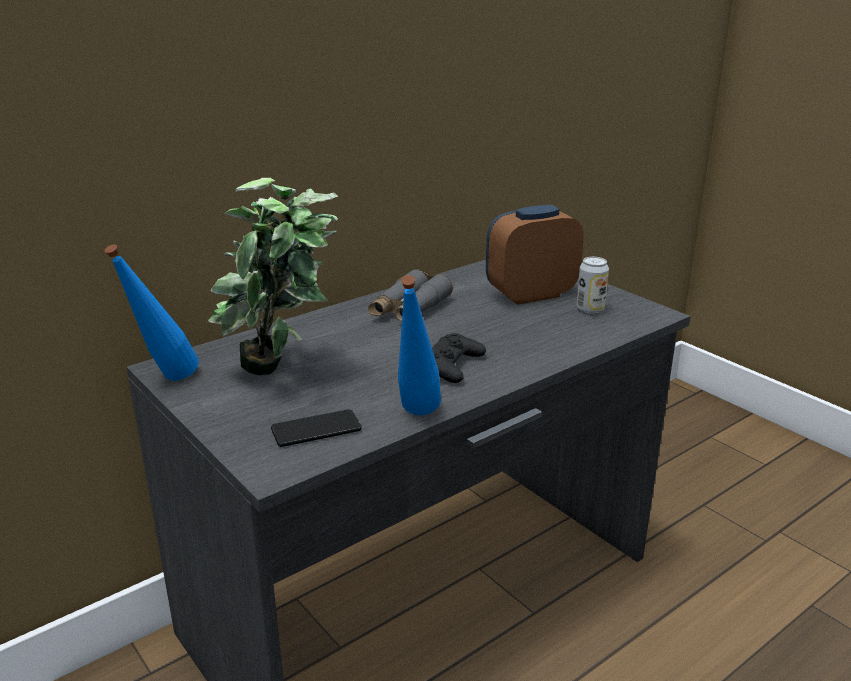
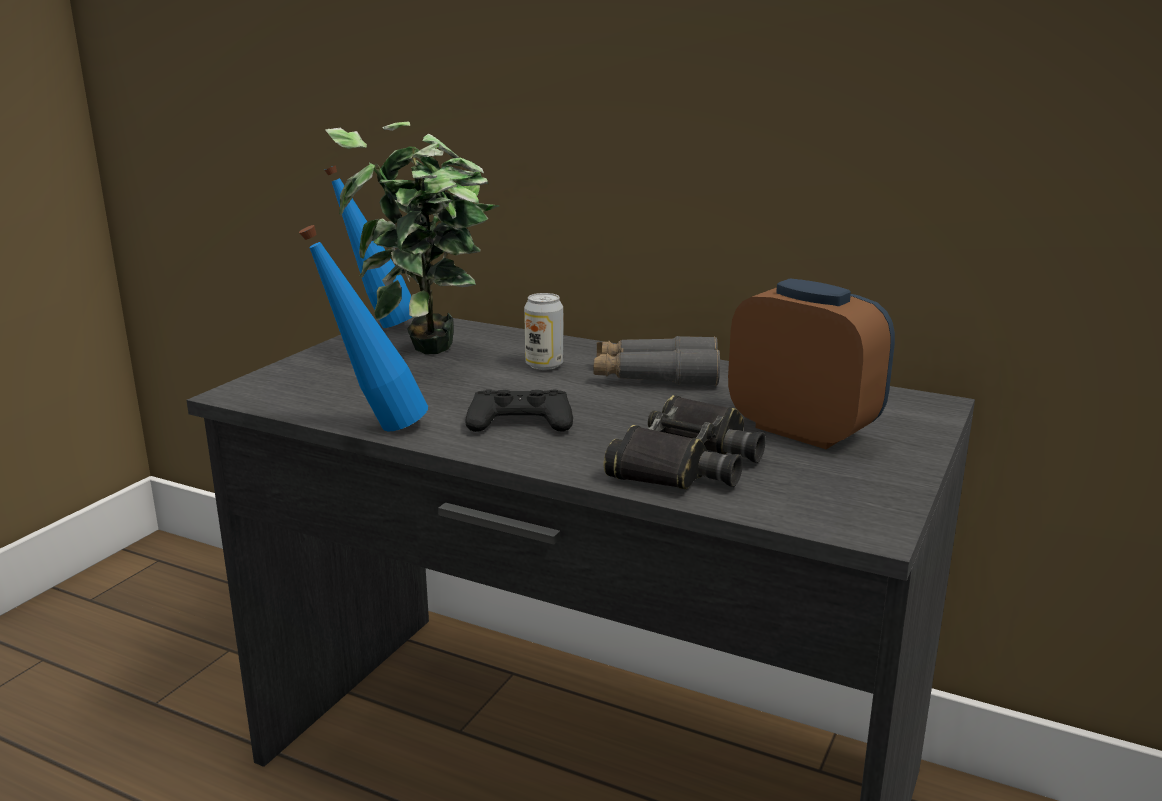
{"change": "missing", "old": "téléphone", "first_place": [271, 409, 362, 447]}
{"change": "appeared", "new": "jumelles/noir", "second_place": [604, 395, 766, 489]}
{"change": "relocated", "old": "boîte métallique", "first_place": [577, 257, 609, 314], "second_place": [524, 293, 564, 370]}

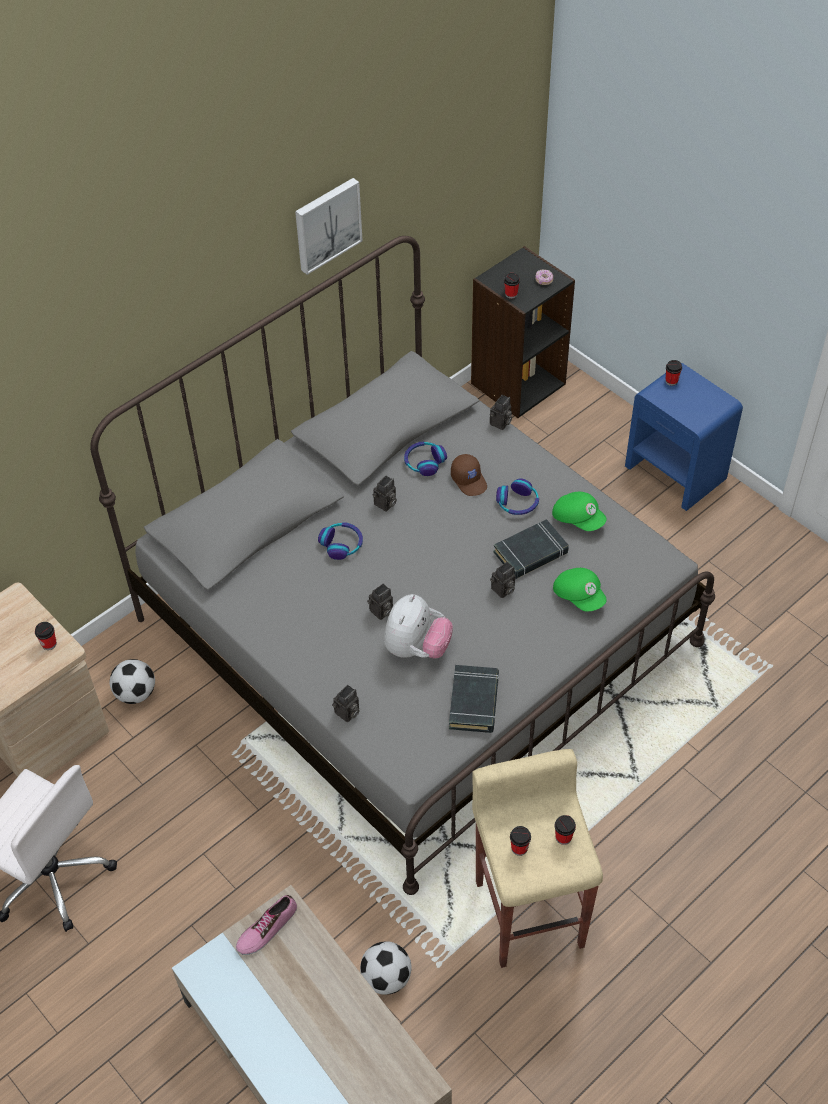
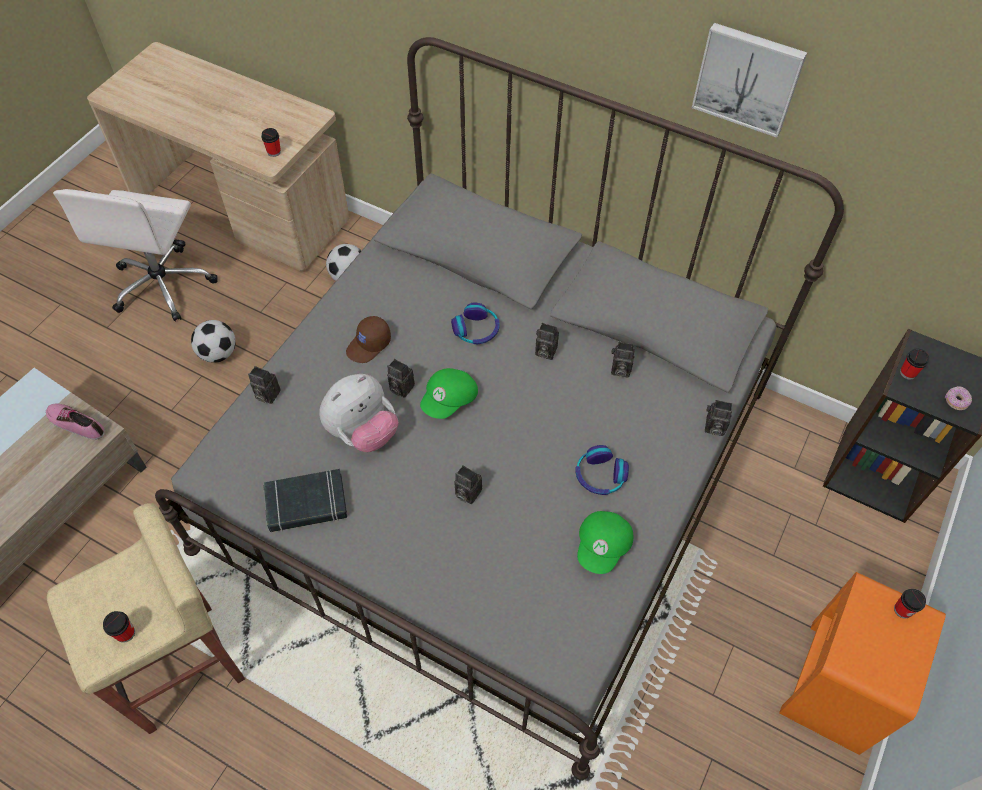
{"change": "missing", "old": "livre/noir", "first_place": [494, 519, 569, 579]}
{"change": "missing", "old": "tasse", "first_place": [510, 826, 531, 856]}
{"change": "relocated", "old": "ballon de foot", "first_place": [360, 941, 412, 995], "second_place": [191, 320, 236, 363]}
{"change": "relocated", "old": "casquette/marron", "first_place": [451, 454, 487, 496], "second_place": [346, 316, 391, 363]}
{"change": "relocated", "old": "casquette/vert", "first_place": [553, 568, 607, 611], "second_place": [420, 368, 478, 419]}
{"change": "exchanged", "old": "casque audio", "new": "appareil photo", "first_place": [404, 442, 447, 476], "second_place": [611, 342, 635, 378]}
{"change": "colour", "old": "table de chevet/bleu", "new": "table de chevet/orange", "first_place": [625, 363, 743, 511], "second_place": [779, 572, 946, 755]}
{"change": "spun", "old": "peluche", "first_place": [384, 594, 453, 659], "second_place": [319, 374, 398, 452], "degrees": -45}

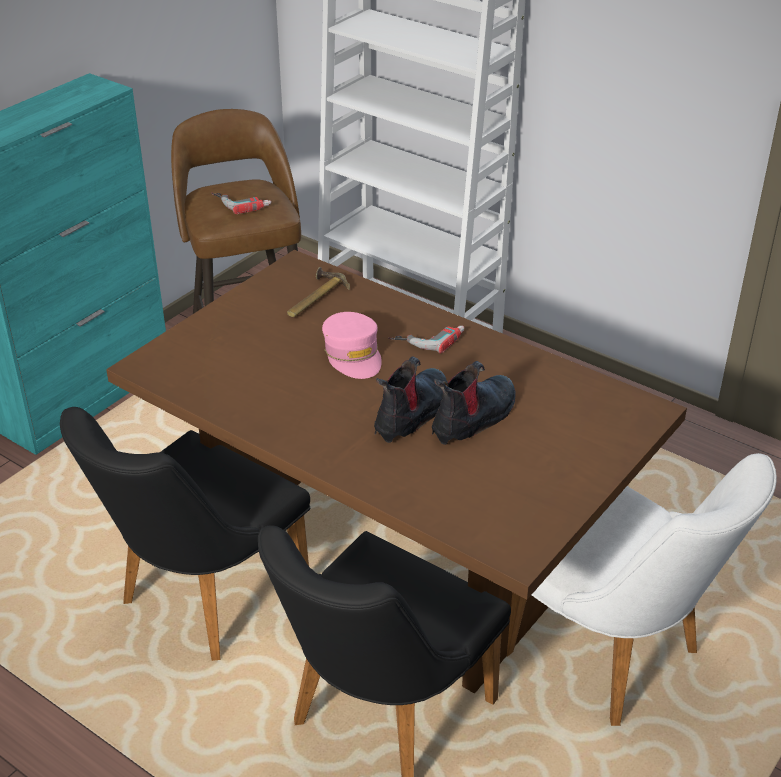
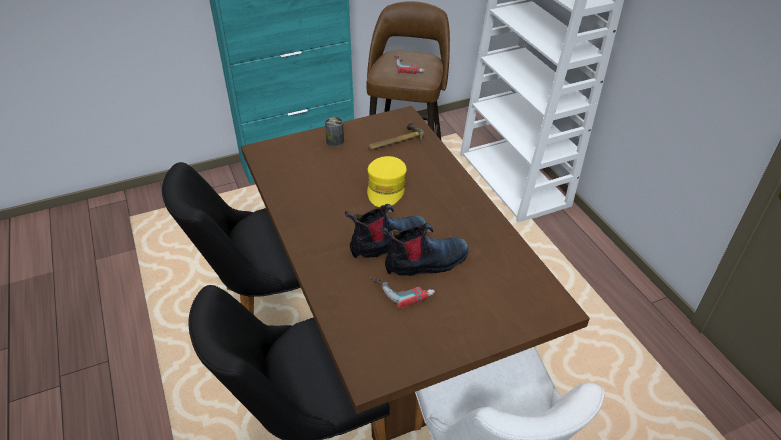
{"change": "appeared", "new": "boîte métallique", "second_place": [325, 117, 344, 147]}
{"change": "relocated", "old": "perceuse", "first_place": [388, 326, 464, 354], "second_place": [370, 277, 435, 309]}
{"change": "colour", "old": "casquette/rose", "new": "casquette/jaune", "first_place": [322, 312, 382, 379], "second_place": [367, 156, 407, 207]}

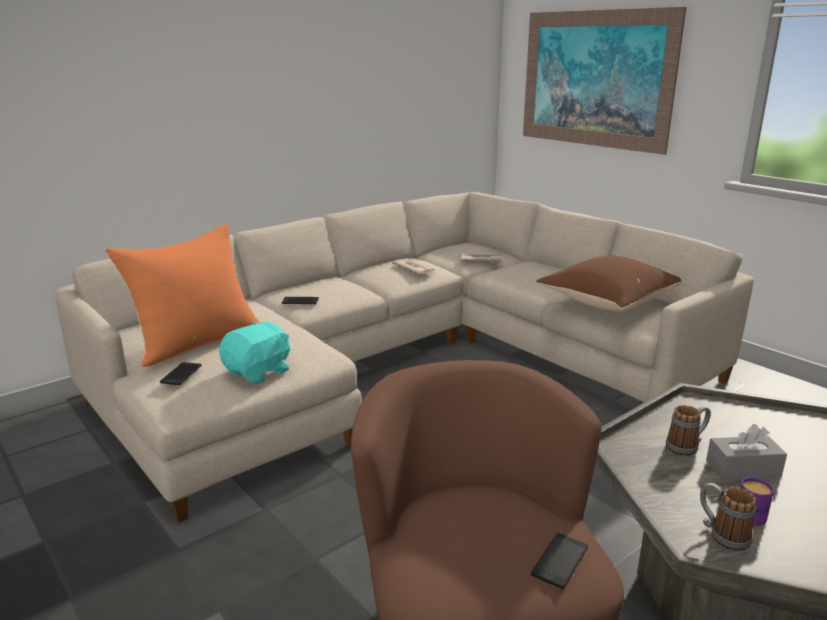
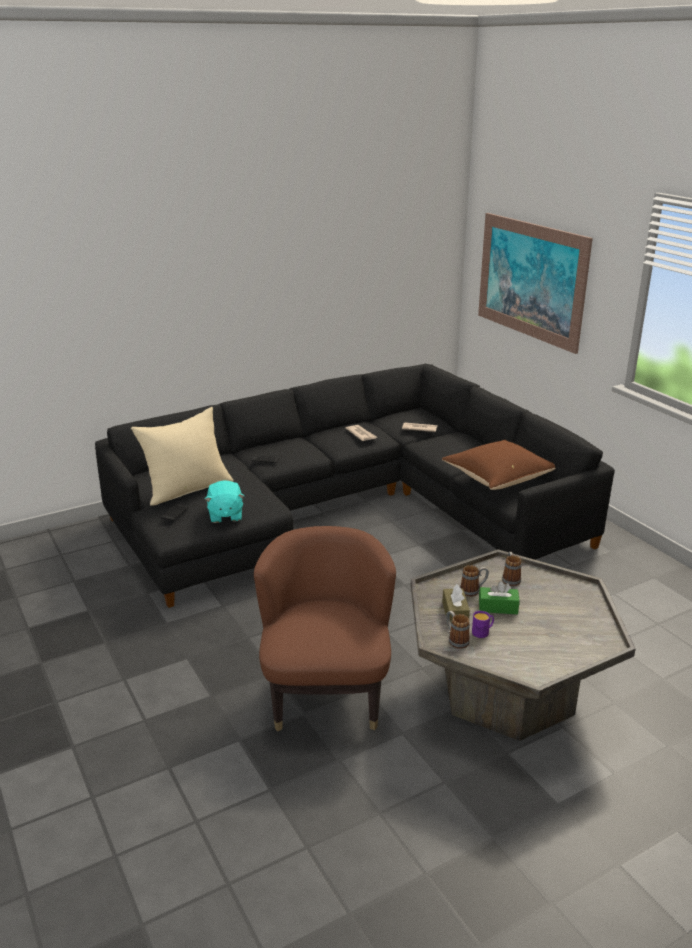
{"change": "missing", "old": "téléphone", "first_place": [531, 533, 588, 589]}
{"change": "appeared", "new": "boîte à mouchoirs/marron", "second_place": [442, 584, 470, 623]}
{"change": "appeared", "new": "mug", "second_place": [502, 552, 522, 586]}
{"change": "colour", "old": "canapé/beige", "new": "canapé/noir", "first_place": [55, 192, 754, 522], "second_place": [95, 364, 615, 608]}
{"change": "colour", "old": "coussin/orange", "new": "coussin/beige", "first_place": [105, 223, 260, 367], "second_place": [131, 407, 234, 506]}
{"change": "colour", "old": "boîte à mouchoirs/gris", "new": "boîte à mouchoirs/vert", "first_place": [706, 424, 787, 480], "second_place": [479, 581, 520, 615]}
{"change": "spun", "old": "peluche/turquoise", "first_place": [219, 321, 291, 384], "second_place": [205, 480, 245, 523], "degrees": 120}

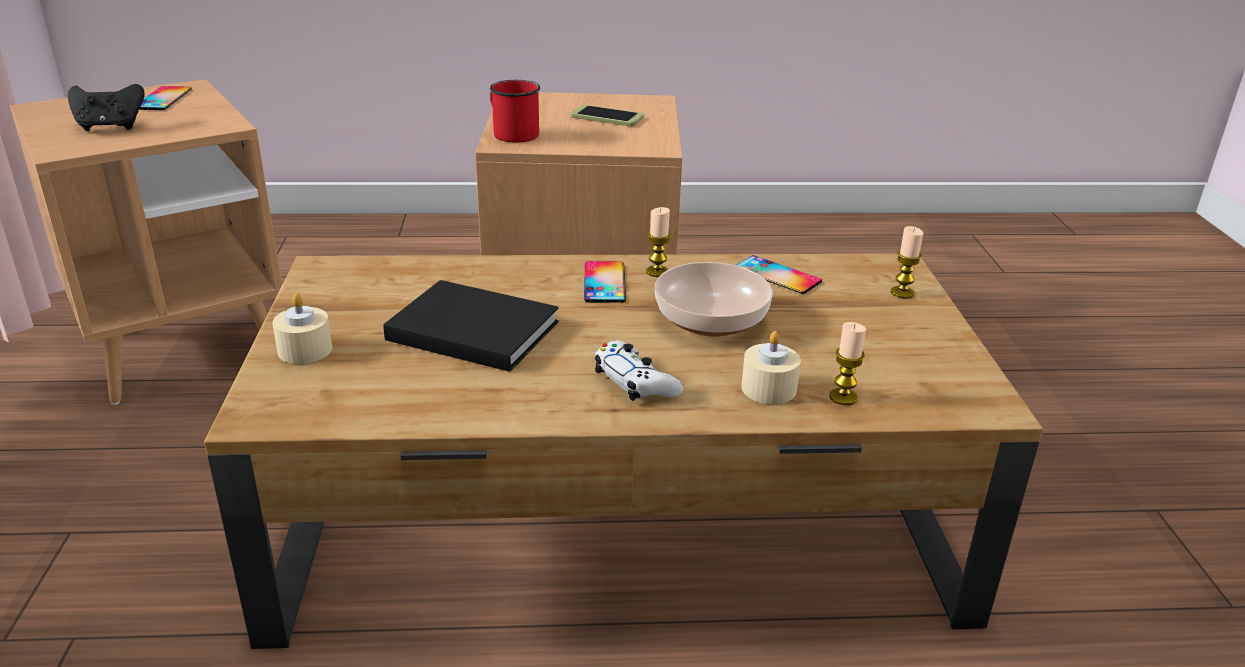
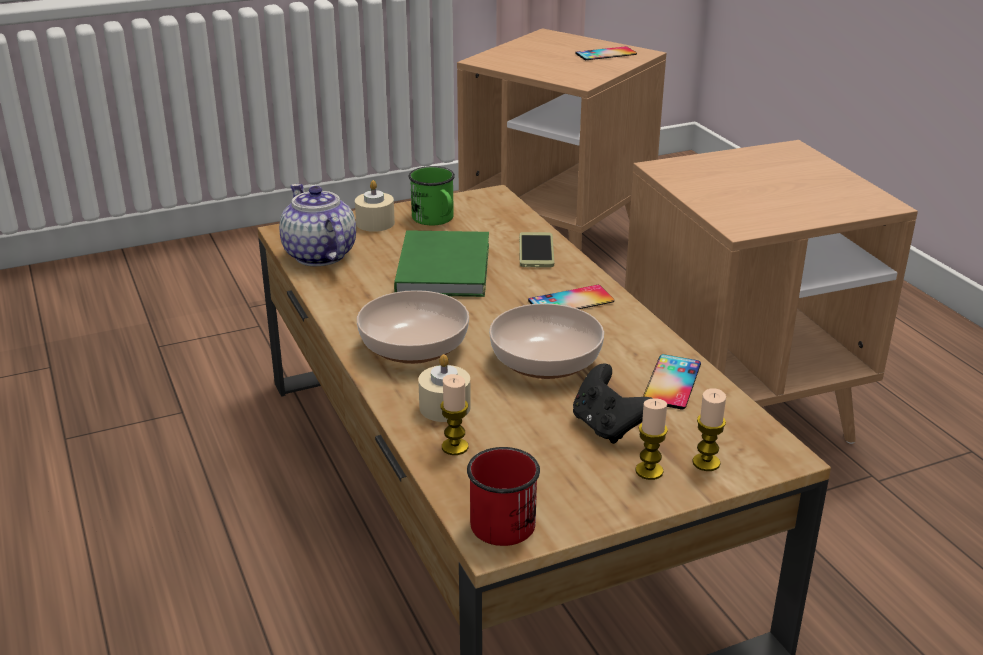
{"change": "appeared", "new": "théière", "second_place": [279, 184, 356, 266]}
{"change": "appeared", "new": "mug/vert", "second_place": [408, 166, 455, 225]}
{"change": "relocated", "old": "manette/noir", "first_place": [68, 84, 145, 131], "second_place": [573, 363, 653, 444]}
{"change": "relocated", "old": "mug/rouge", "first_place": [490, 80, 540, 143], "second_place": [467, 447, 540, 546]}
{"change": "relocated", "old": "téléphone", "first_place": [570, 105, 644, 126], "second_place": [519, 232, 554, 267]}
{"change": "relocated", "old": "bougie", "first_place": [646, 207, 671, 277], "second_place": [635, 398, 668, 480]}
{"change": "exchanged", "old": "manette/blanc", "new": "bol", "first_place": [595, 341, 683, 401], "second_place": [357, 290, 469, 364]}
{"change": "colour", "old": "livre/noir", "new": "livre/vert", "first_place": [383, 280, 559, 372], "second_place": [394, 230, 489, 297]}

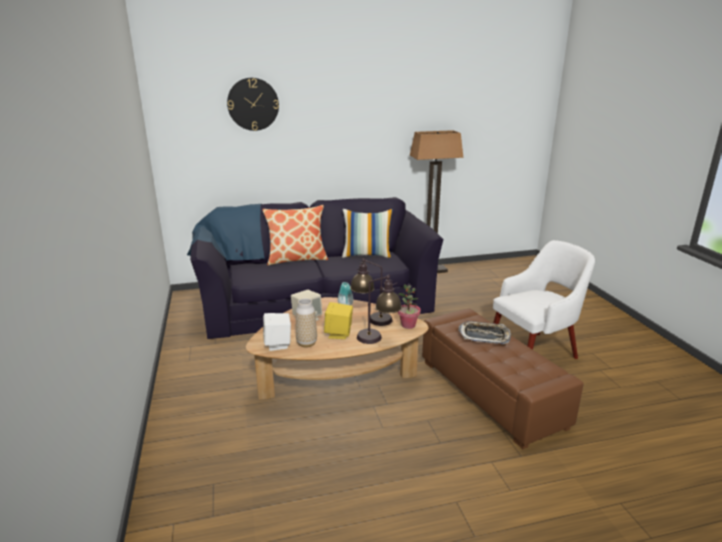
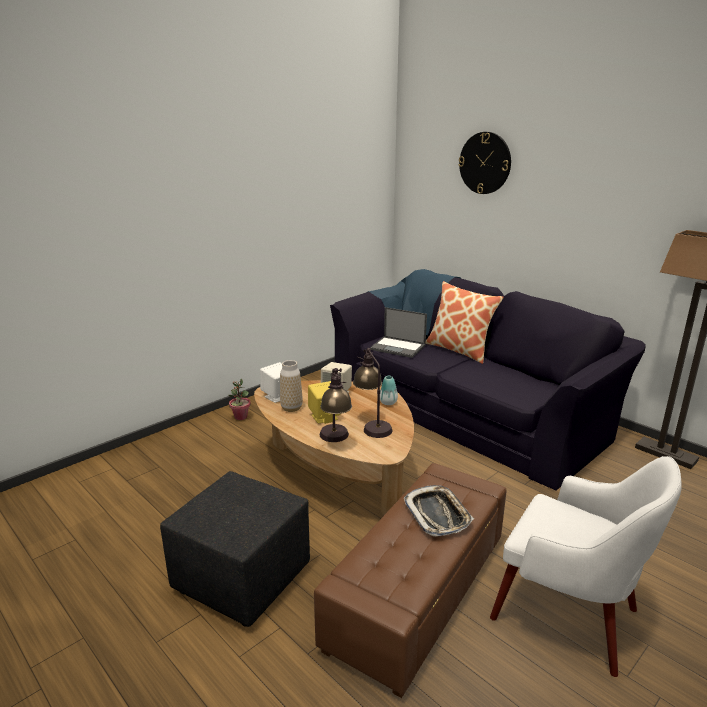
{"change": "missing", "old": "coussin", "first_place": [342, 209, 393, 258]}
{"change": "appeared", "new": "pouf/noir", "second_place": [160, 471, 310, 627]}
{"change": "appeared", "new": "ordinateur portable", "second_place": [370, 307, 427, 358]}
{"change": "relocated", "old": "plante en pot", "first_place": [398, 284, 421, 329], "second_place": [228, 379, 251, 420]}

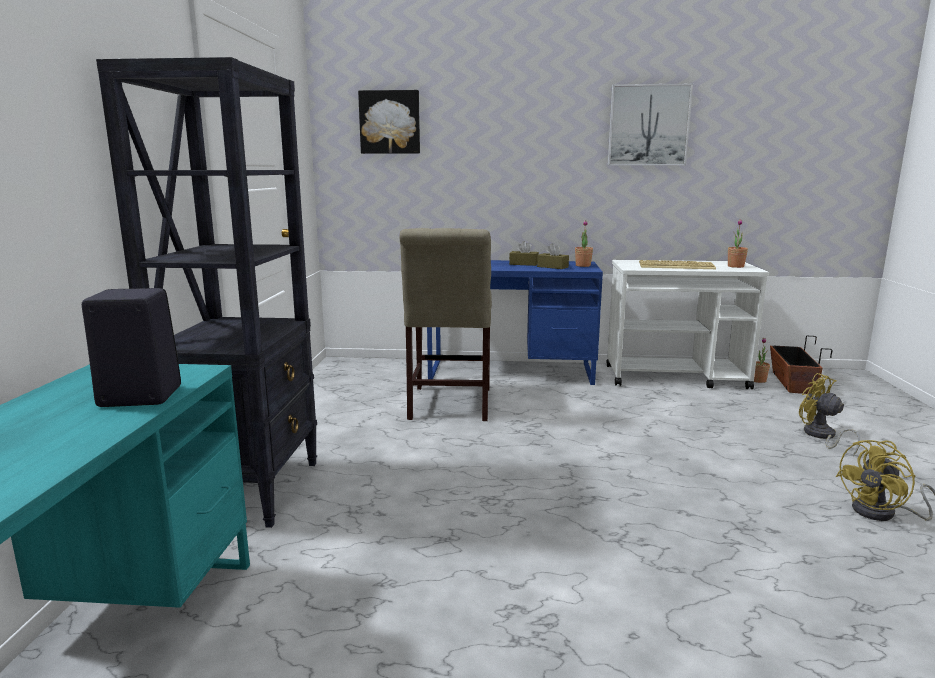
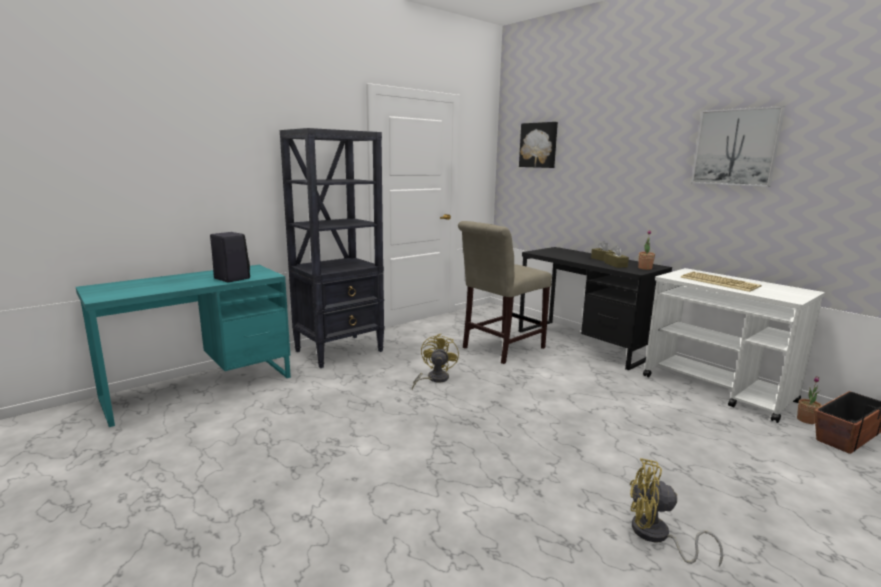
{"change": "missing", "old": "plante en pot", "first_place": [728, 219, 748, 268]}
{"change": "relocated", "old": "ventilateur/jaune", "first_place": [799, 373, 860, 456], "second_place": [412, 334, 459, 390]}
{"change": "colour", "old": "bureau/bleu", "new": "bureau/noir", "first_place": [427, 260, 603, 385], "second_place": [519, 247, 672, 370]}

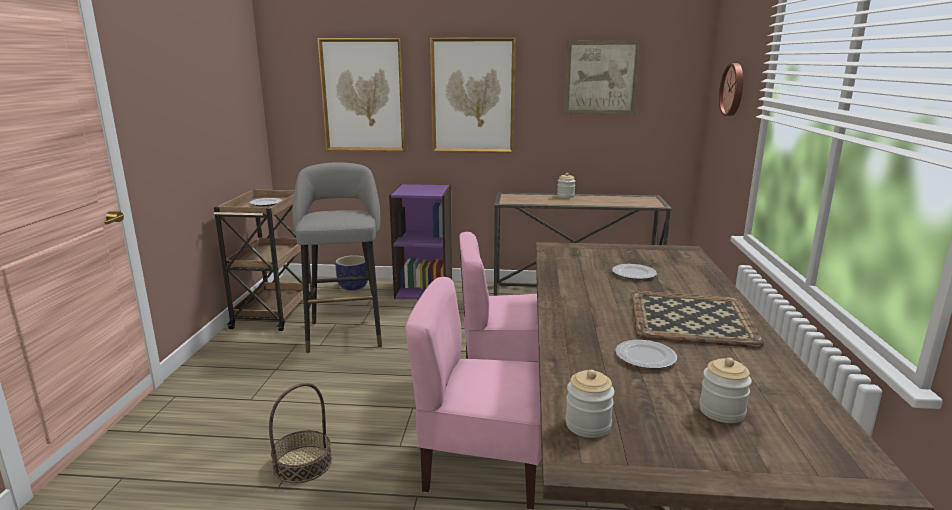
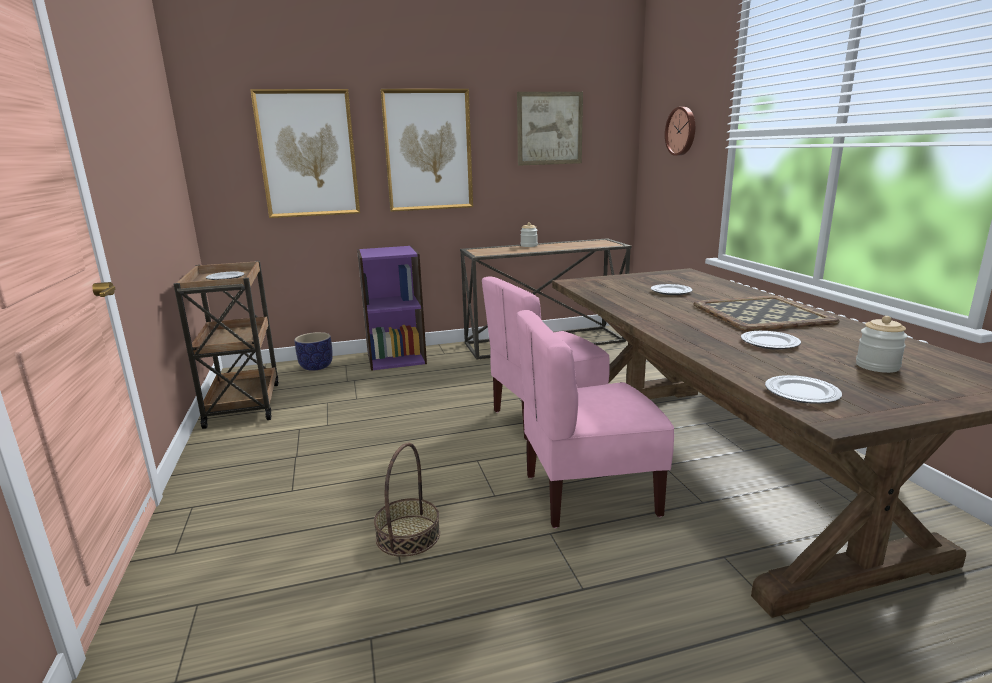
{"change": "missing", "old": "tabouret/gris", "first_place": [292, 162, 382, 353]}
{"change": "exchanged", "old": "bocal", "new": "assiette", "first_place": [565, 369, 614, 438], "second_place": [765, 375, 842, 404]}

